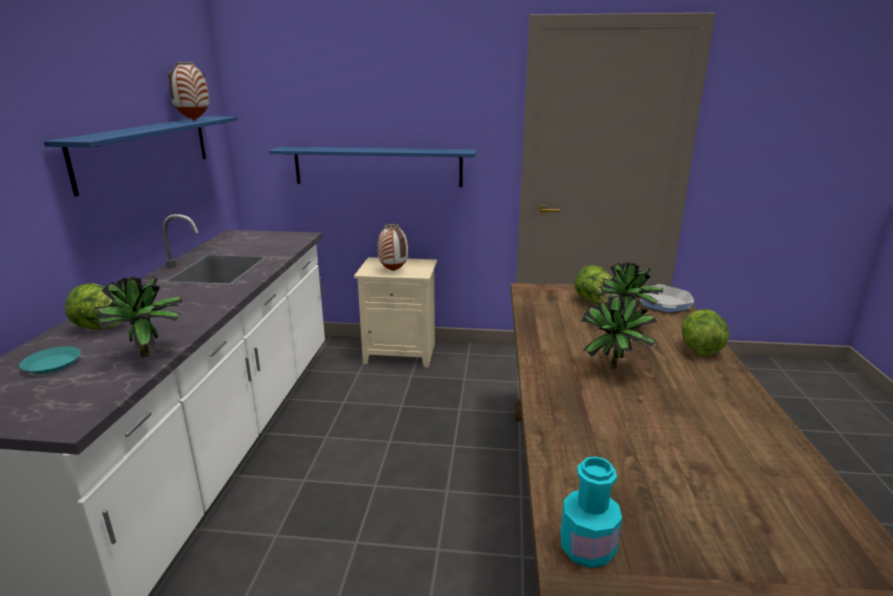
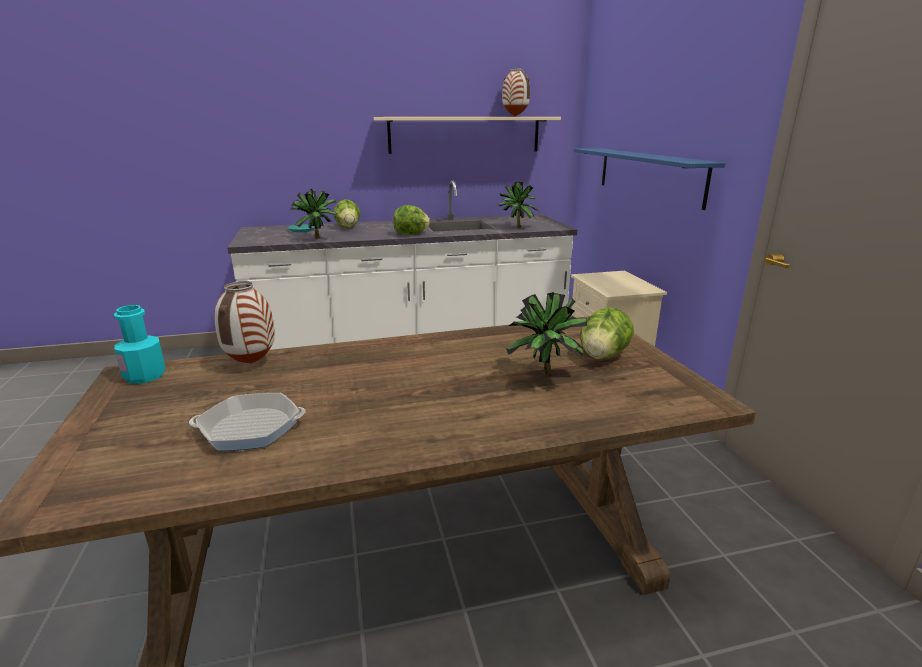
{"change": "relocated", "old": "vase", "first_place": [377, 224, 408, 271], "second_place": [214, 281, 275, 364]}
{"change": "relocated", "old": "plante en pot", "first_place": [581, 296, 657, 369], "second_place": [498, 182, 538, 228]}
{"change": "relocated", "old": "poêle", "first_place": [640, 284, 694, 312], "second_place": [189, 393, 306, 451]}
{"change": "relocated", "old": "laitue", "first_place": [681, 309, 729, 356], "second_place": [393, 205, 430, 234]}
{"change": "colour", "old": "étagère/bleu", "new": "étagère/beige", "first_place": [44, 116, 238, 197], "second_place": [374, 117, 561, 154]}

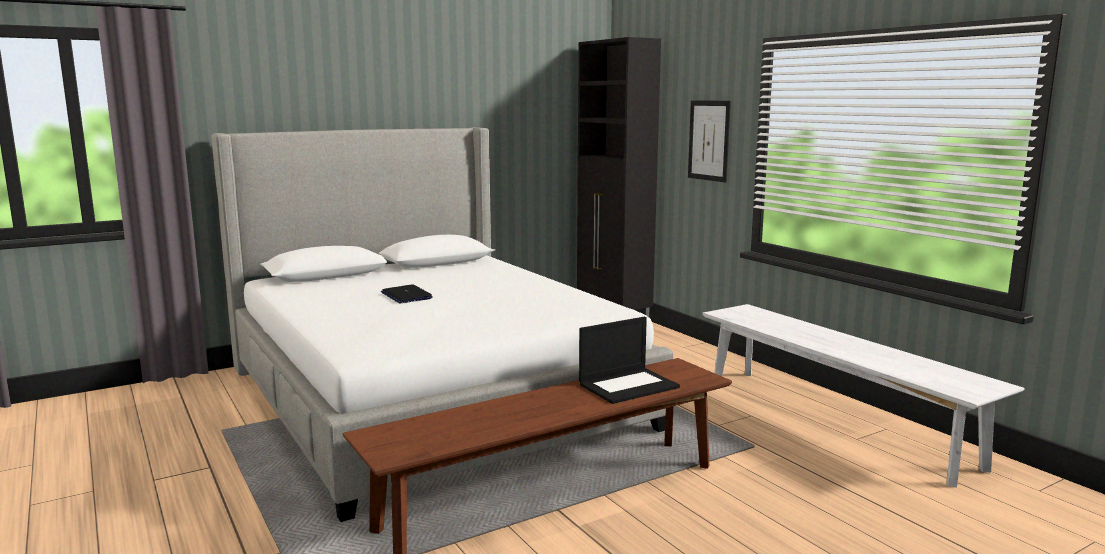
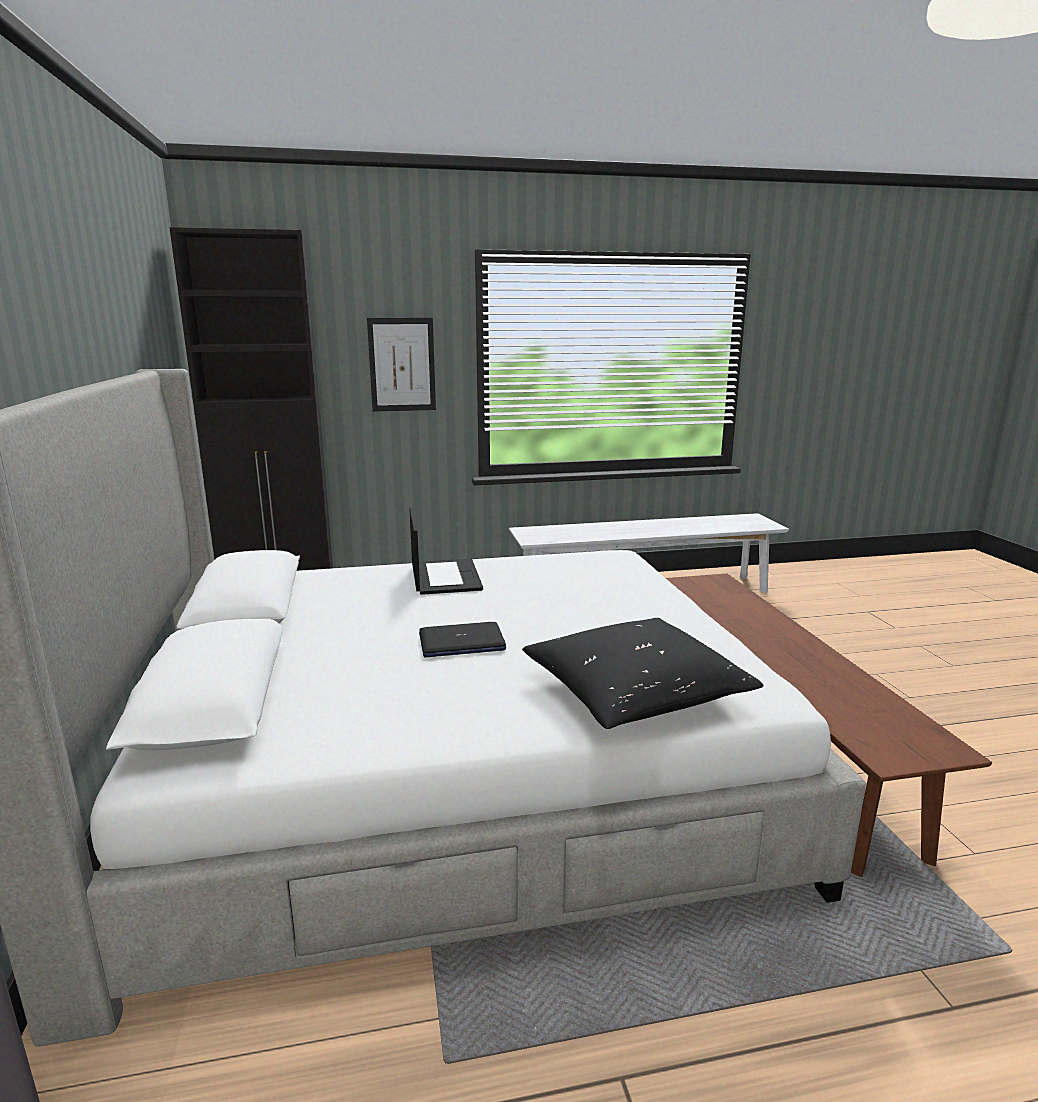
{"change": "appeared", "new": "coussin/noir", "second_place": [522, 618, 764, 729]}
{"change": "relocated", "old": "ordinateur portable", "first_place": [579, 317, 680, 404], "second_place": [409, 507, 483, 595]}

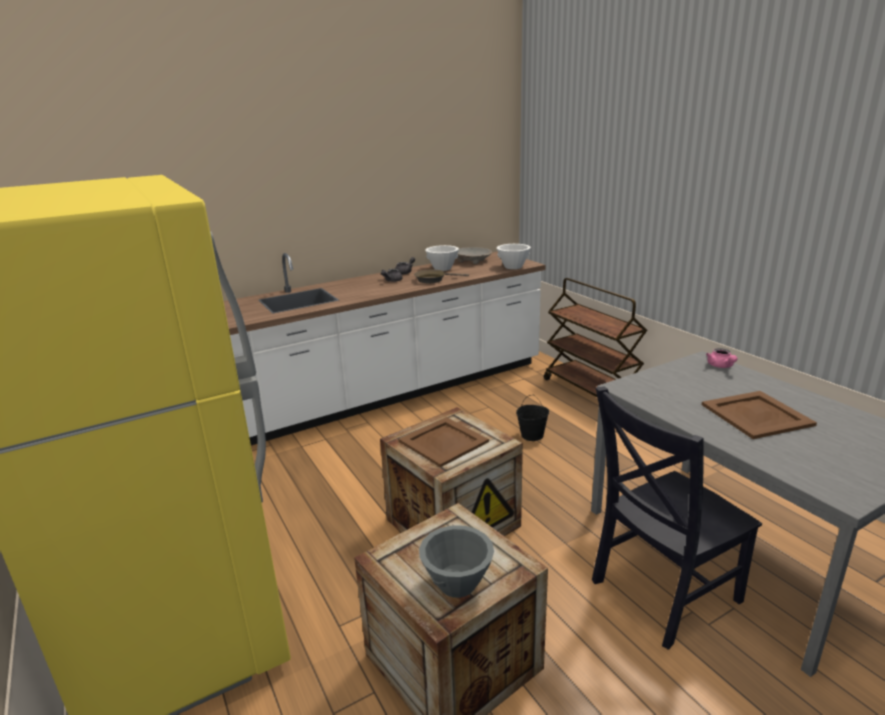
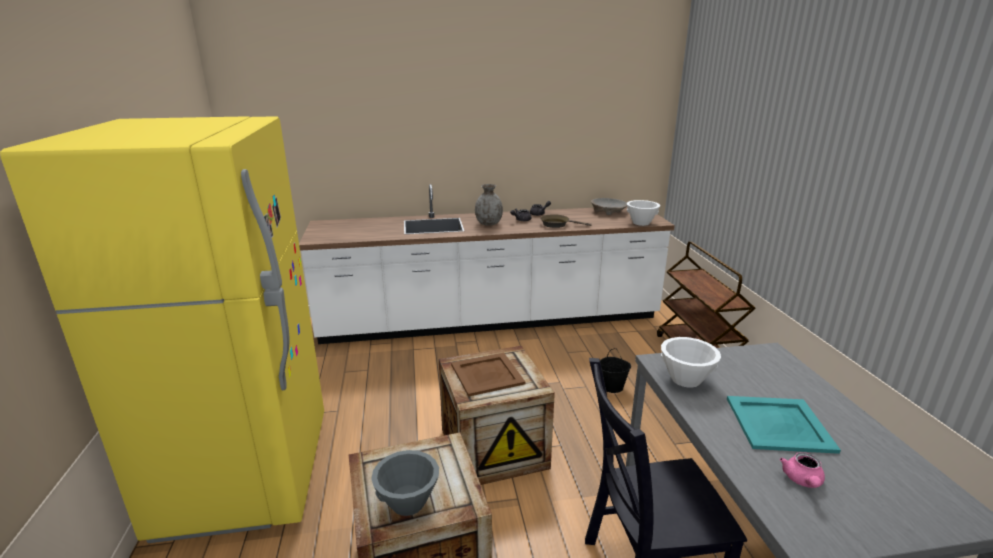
{"change": "appeared", "new": "vase/gris", "second_place": [475, 184, 503, 225]}
{"change": "relocated", "old": "bol/blanc", "first_place": [425, 245, 459, 271], "second_place": [661, 337, 721, 388]}
{"change": "relocated", "old": "théière/rose", "first_place": [706, 348, 737, 368], "second_place": [780, 452, 825, 488]}
{"change": "colour", "old": "plateau/marron", "new": "plateau/turquoise", "first_place": [702, 391, 817, 439], "second_place": [727, 396, 841, 454]}

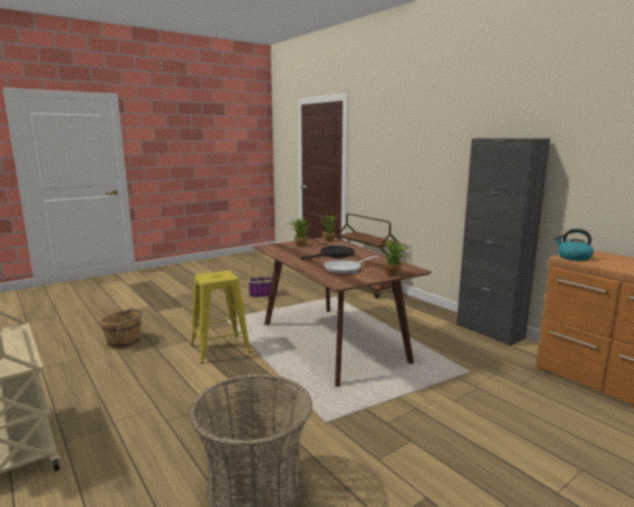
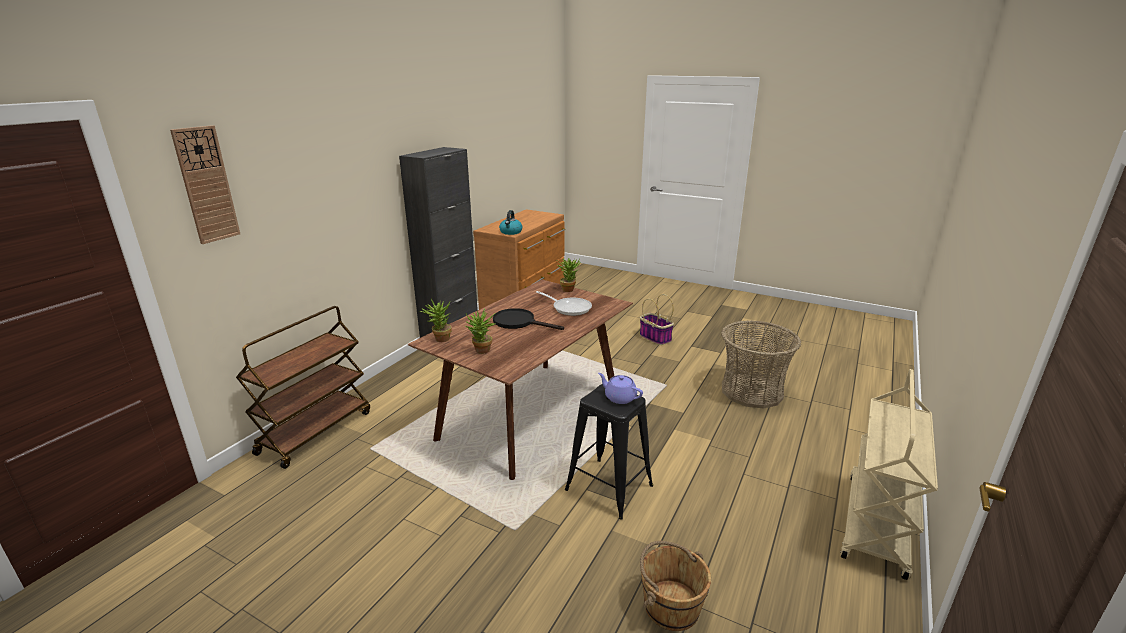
{"change": "appeared", "new": "horloge murale", "second_place": [170, 125, 240, 244]}
{"change": "appeared", "new": "théière/violet", "second_place": [598, 373, 643, 404]}
{"change": "relocated", "old": "panier", "first_place": [248, 257, 278, 298], "second_place": [640, 294, 674, 345]}
{"change": "colour", "old": "tabouret/jaune", "new": "tabouret/noir", "first_place": [191, 270, 251, 364], "second_place": [565, 384, 653, 520]}

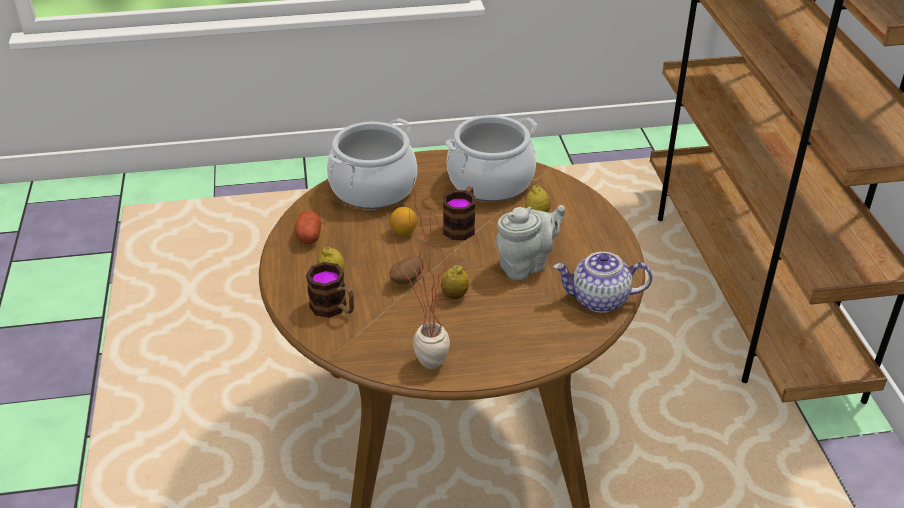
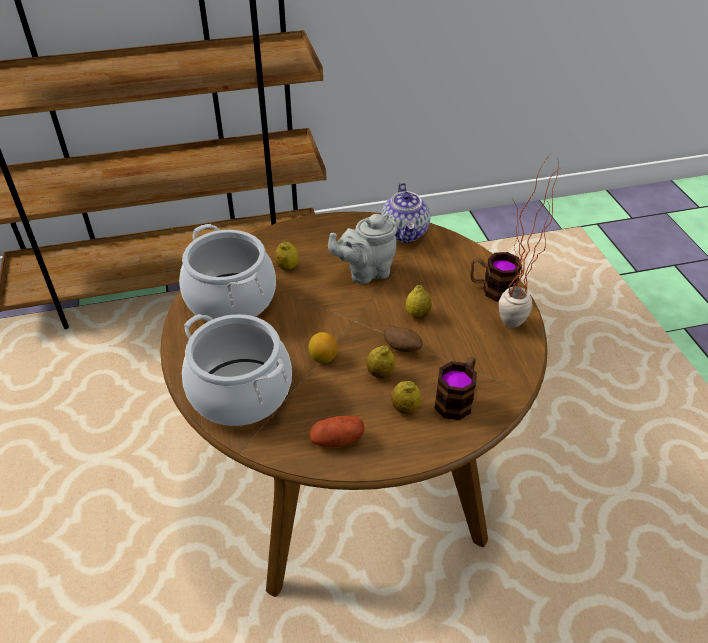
{"change": "appeared", "new": "citron", "second_place": [367, 346, 395, 378]}
{"change": "relocated", "old": "mug", "first_place": [443, 187, 475, 240], "second_place": [471, 252, 522, 302]}
{"change": "spun", "old": "théière/gris", "first_place": [496, 205, 565, 280], "second_place": [328, 214, 397, 284], "degrees": -75}

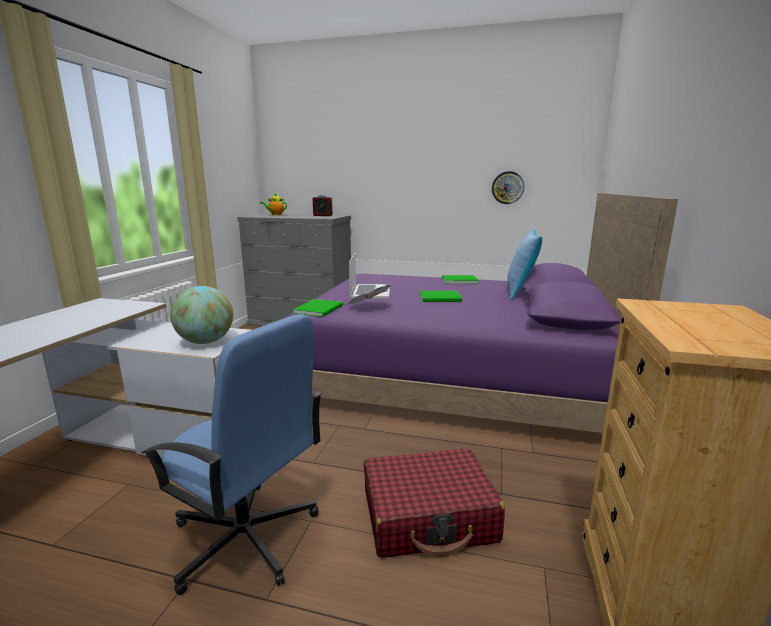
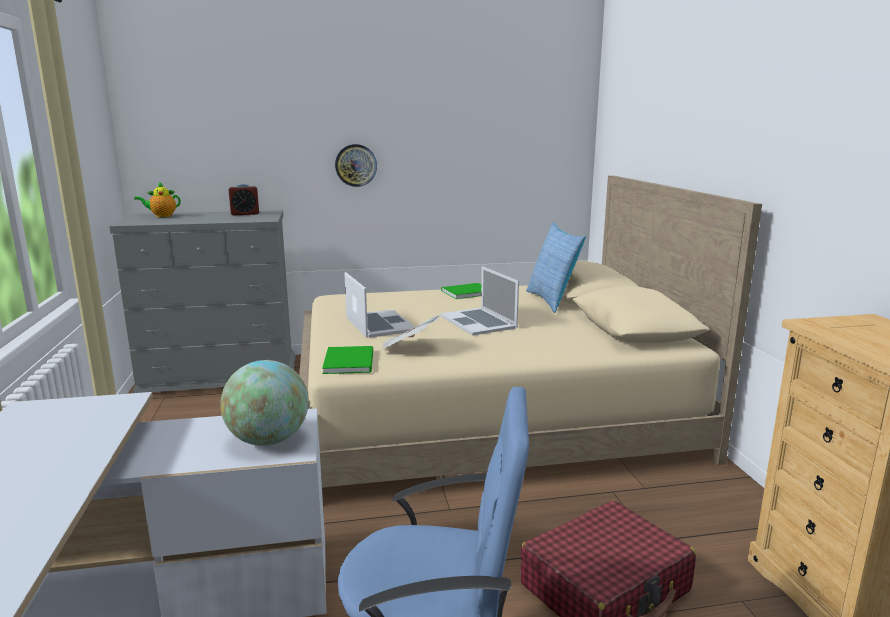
{"change": "relocated", "old": "horloge murale", "first_place": [492, 171, 525, 204], "second_place": [335, 144, 377, 187]}
{"change": "exchanged", "old": "livre/vert", "new": "ordinateur portable", "first_place": [420, 291, 462, 302], "second_place": [440, 266, 519, 336]}
{"change": "colour", "old": "lit/violet", "new": "lit/beige", "first_place": [286, 193, 678, 433], "second_place": [299, 175, 762, 488]}

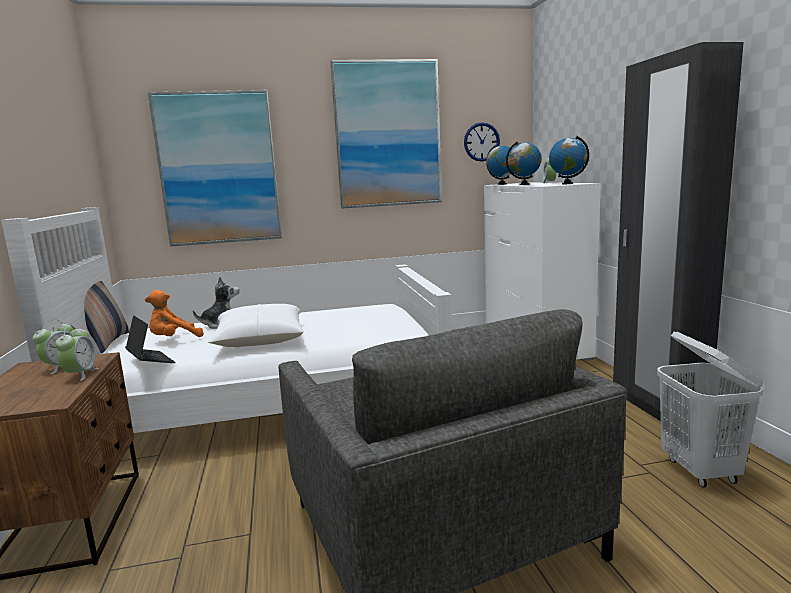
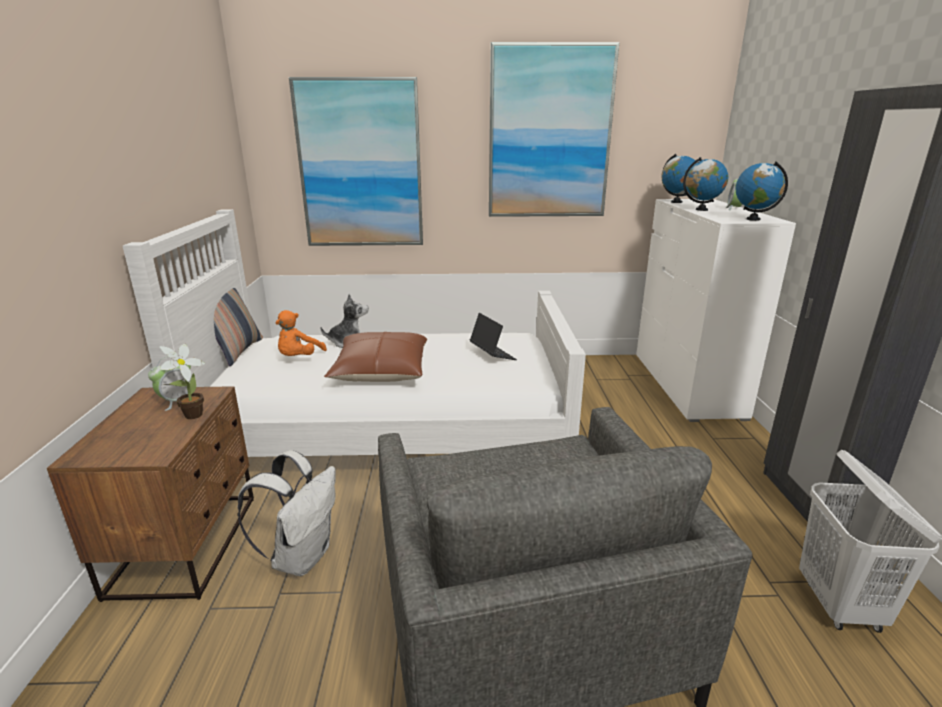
{"change": "missing", "old": "horloge murale", "first_place": [464, 122, 500, 162]}
{"change": "appeared", "new": "sac à dos/blanc", "second_place": [237, 450, 336, 576]}
{"change": "relocated", "old": "ordinateur portable", "first_place": [125, 315, 175, 363], "second_place": [470, 313, 517, 360]}
{"change": "exchanged", "old": "réveil", "new": "plante en pot", "first_place": [55, 325, 99, 381], "second_place": [159, 344, 205, 419]}
{"change": "colour", "old": "coussin/blanc", "new": "coussin/marron", "first_place": [207, 304, 304, 347], "second_place": [324, 332, 427, 382]}
{"change": "spun", "old": "peluche/orange", "first_place": [145, 290, 204, 337], "second_place": [276, 310, 327, 356], "degrees": -45}

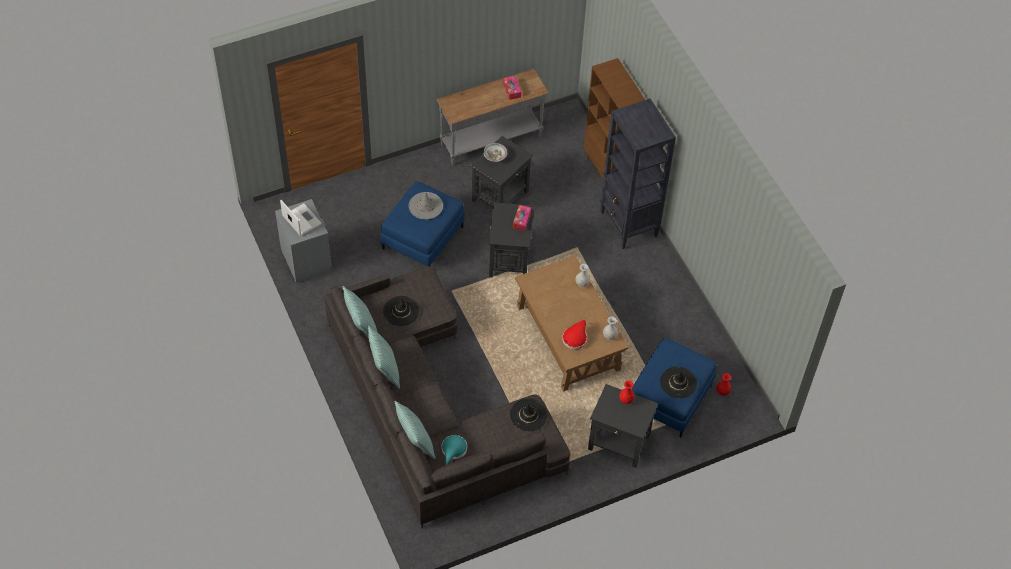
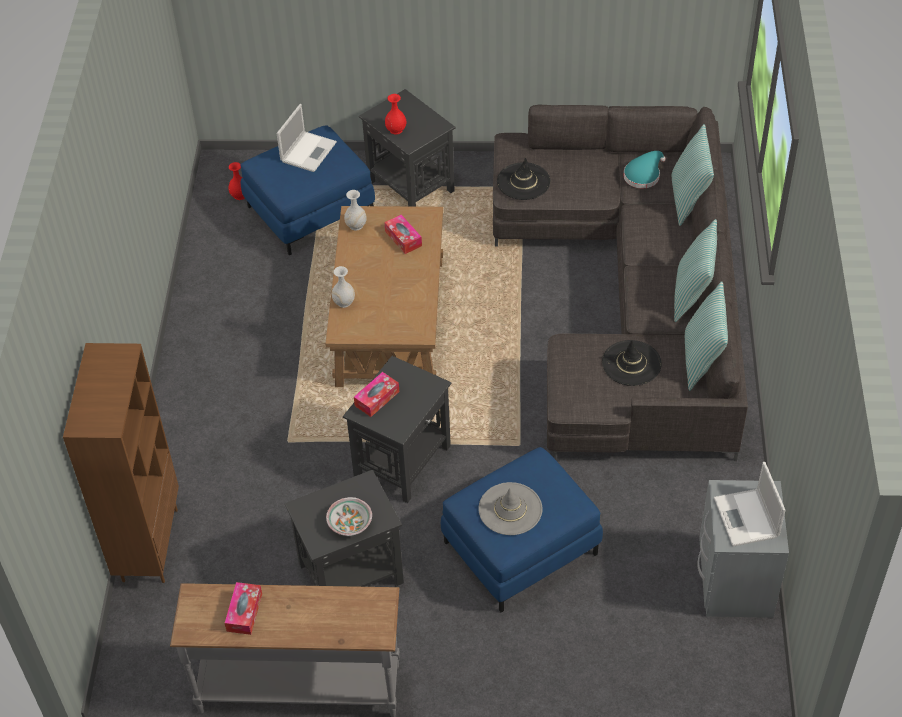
{"change": "missing", "old": "bibliothèque/noir", "first_place": [600, 99, 676, 249]}
{"change": "exchanged", "old": "chapeau/rouge", "new": "boîte à mouchoirs", "first_place": [562, 320, 587, 350], "second_place": [384, 214, 422, 254]}
{"change": "exchanged", "old": "chapeau/noir", "new": "ordinateur portable", "first_place": [660, 367, 697, 399], "second_place": [277, 104, 337, 172]}

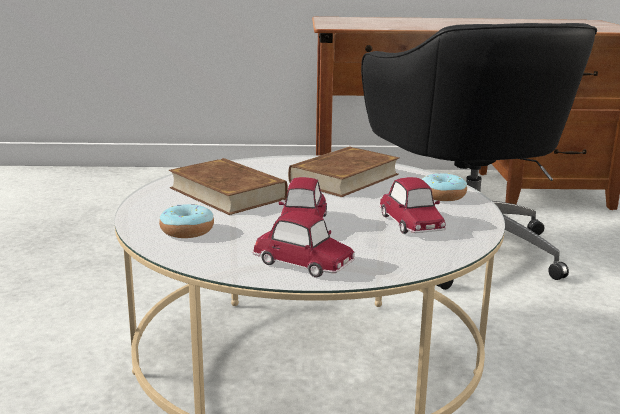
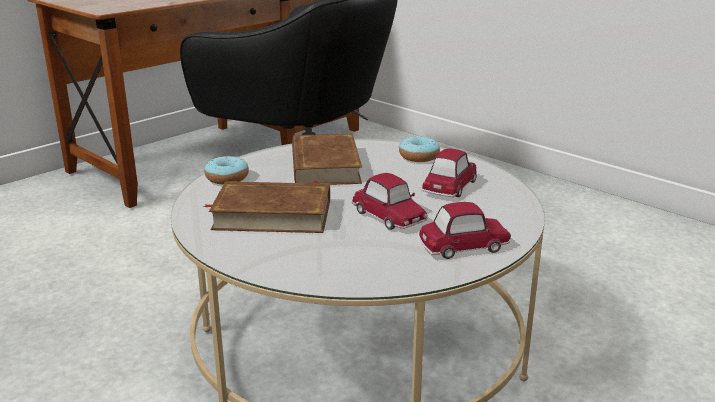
{"change": "relocated", "old": "beignet", "first_place": [159, 204, 214, 238], "second_place": [204, 156, 249, 184]}
{"change": "spun", "old": "petite voiture", "first_place": [379, 177, 446, 234], "second_place": [422, 149, 477, 197], "degrees": -90}

